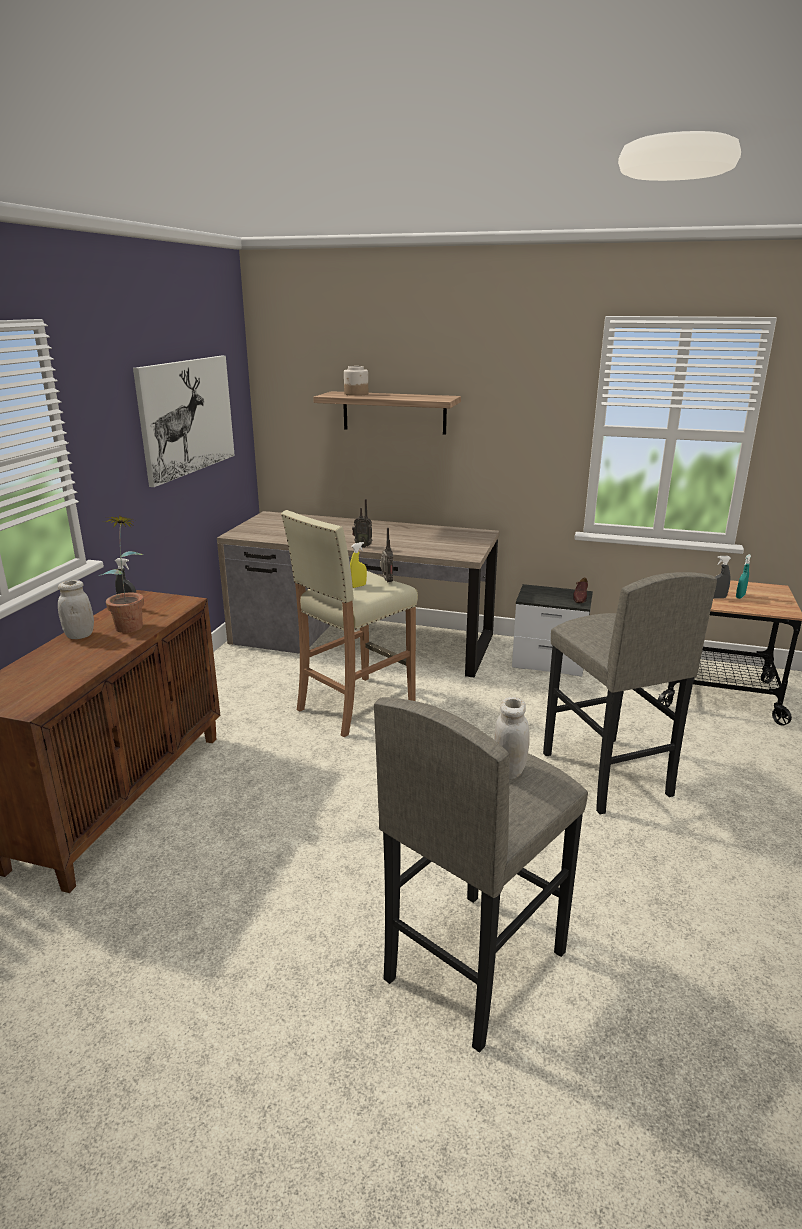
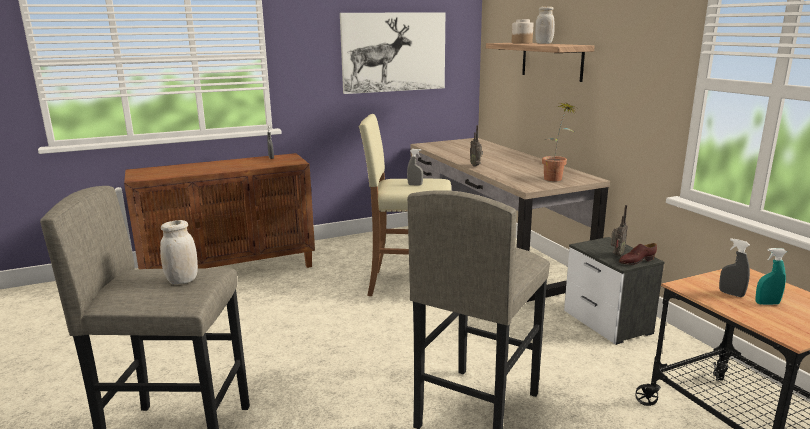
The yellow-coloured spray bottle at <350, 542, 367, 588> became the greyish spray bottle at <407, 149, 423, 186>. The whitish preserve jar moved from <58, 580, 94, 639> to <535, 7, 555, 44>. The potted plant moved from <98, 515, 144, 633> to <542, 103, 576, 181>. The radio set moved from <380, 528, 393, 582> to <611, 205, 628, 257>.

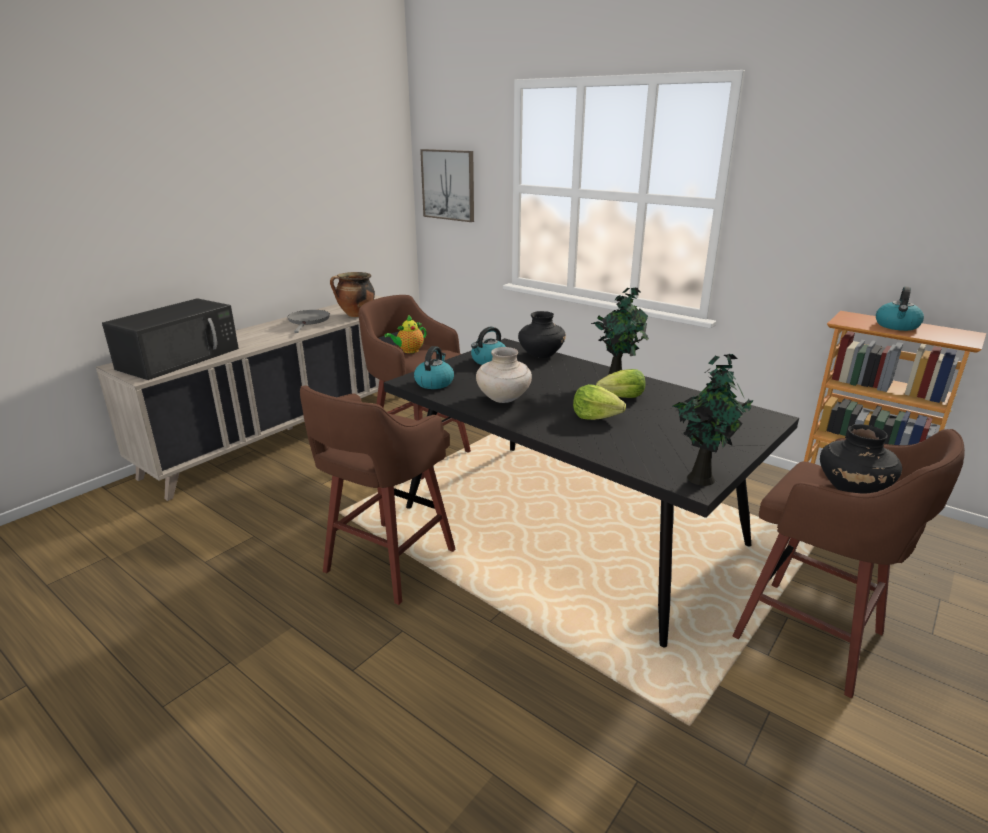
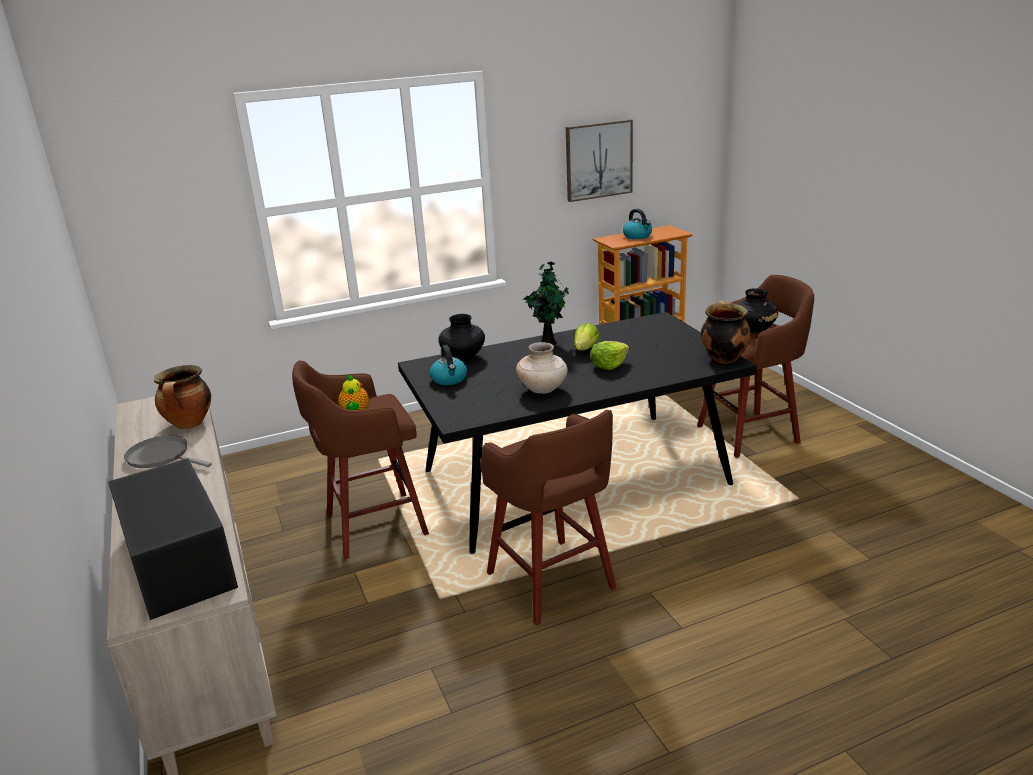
The picture moved from <420, 149, 474, 222> to <566, 119, 633, 202>. The potted plant at <673, 353, 754, 486> was replaced by the stockpot at <701, 301, 751, 364>. The kettle at <414, 346, 454, 389> disappeared.

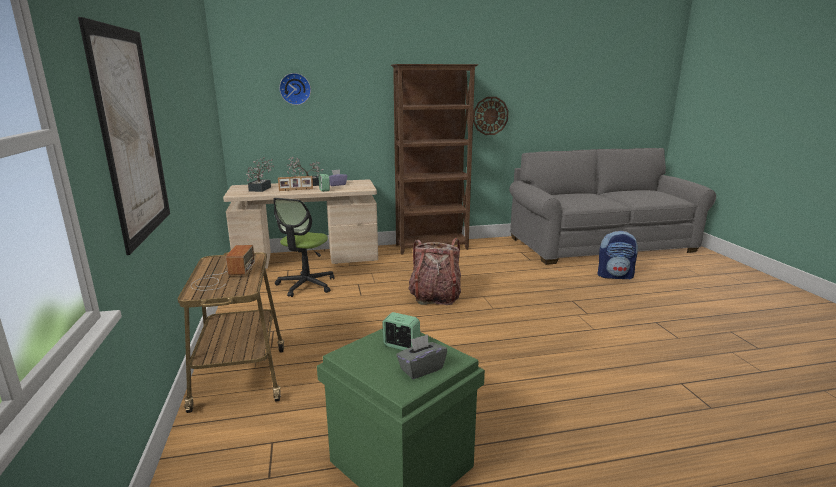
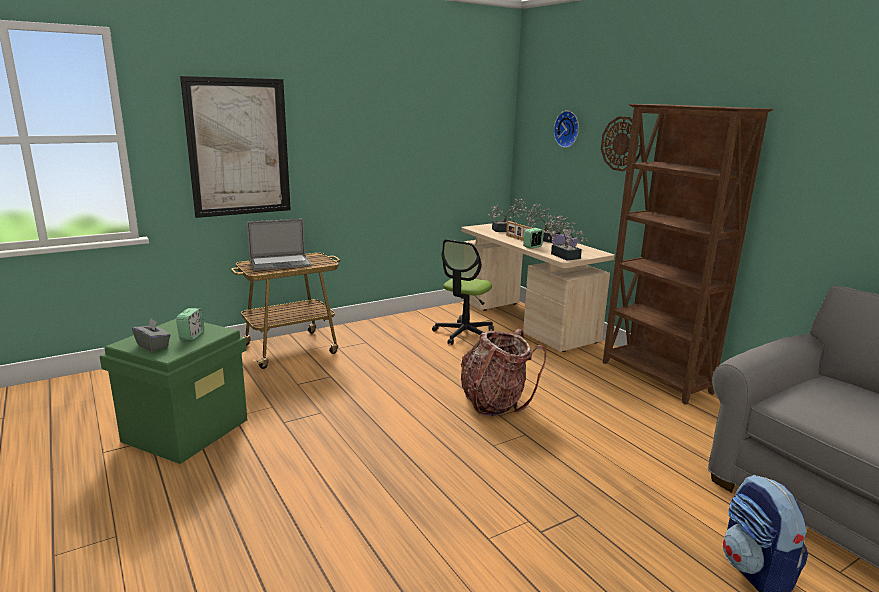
The radio set at <191, 245, 255, 291> was replaced by the portable computer at <246, 219, 312, 271>. The desk chair at <273, 198, 334, 297> turned 60 degrees counterclockwise. The potted plant at <545, 216, 588, 260> appeared. The wall clock moved from <473, 97, 509, 135> to <601, 116, 641, 171>.

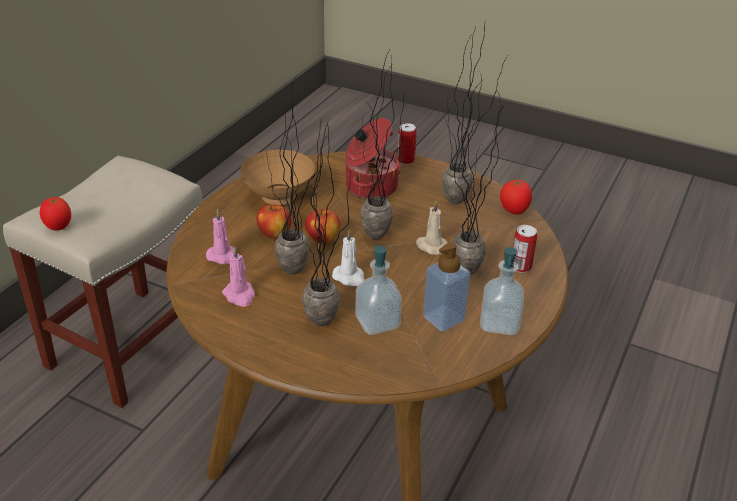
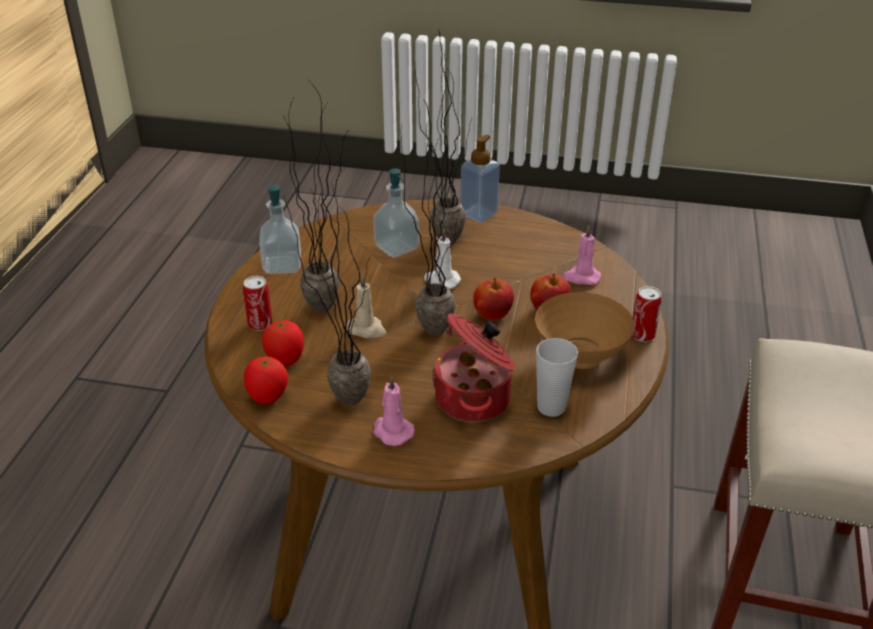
The fresh tomato moved from <40, 197, 71, 230> to <262, 319, 304, 366>. The pink wax candle moved from <222, 247, 255, 307> to <373, 375, 415, 446>. The soap bottle moved from <423, 242, 471, 332> to <460, 135, 500, 223>. The cup at <536, 338, 578, 417> appeared. The can moved from <397, 123, 417, 165> to <632, 286, 662, 342>. The potted plant at <266, 77, 321, 275> disappeared.

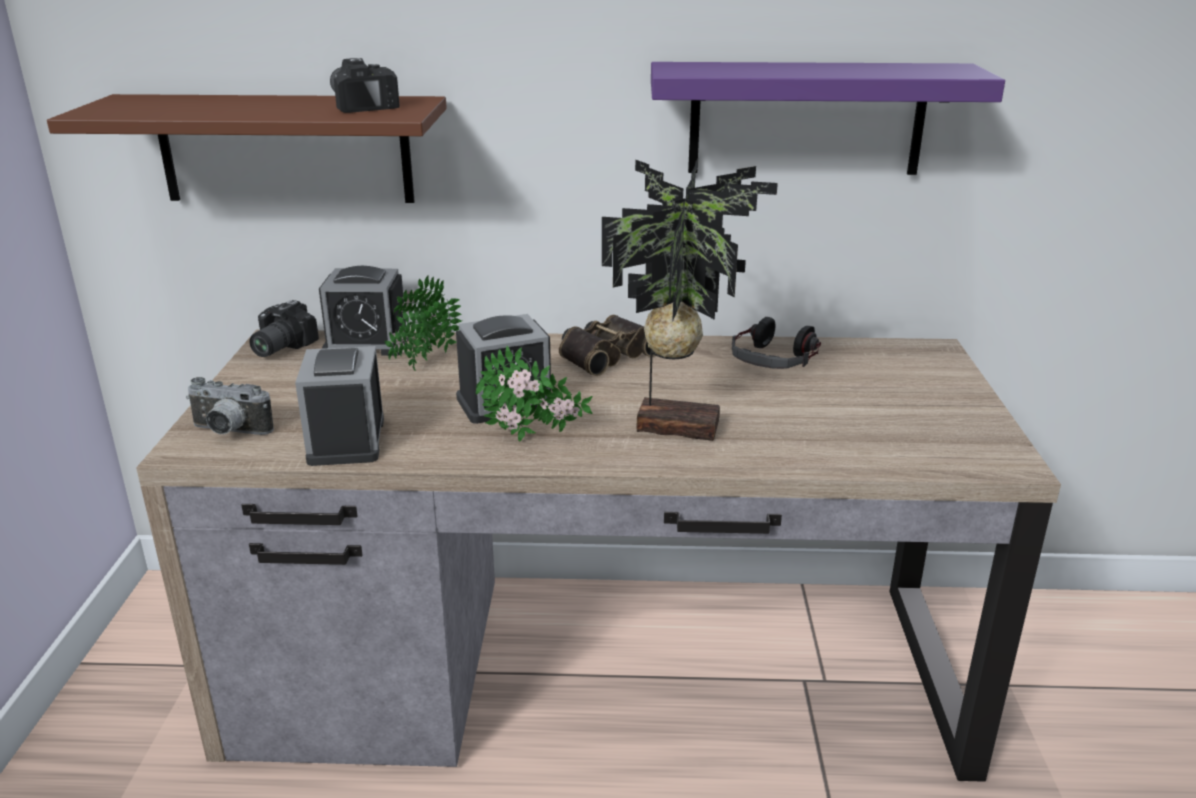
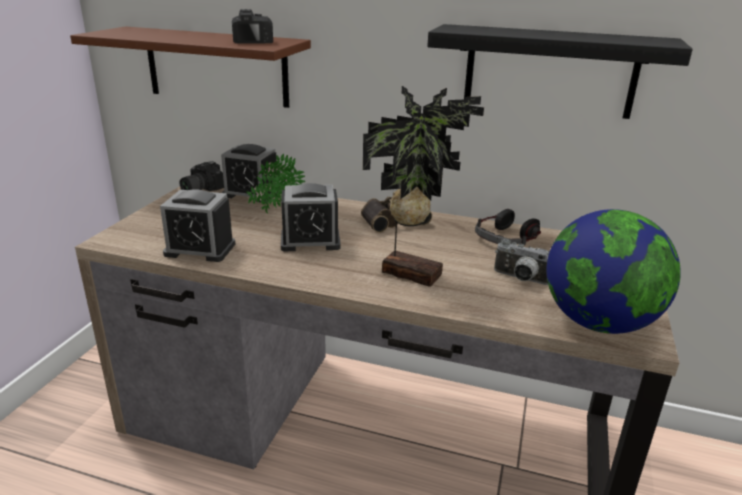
The table clock at <295, 346, 384, 466> turned 90 degrees counterclockwise. The purplish shelf at <651, 62, 1005, 175> became the black-coloured shelf at <427, 24, 693, 119>. The still camera moved from <186, 377, 274, 435> to <494, 239, 550, 285>. The world globe at <546, 209, 681, 334> appeared. The potted plant at <476, 345, 592, 442> disappeared.

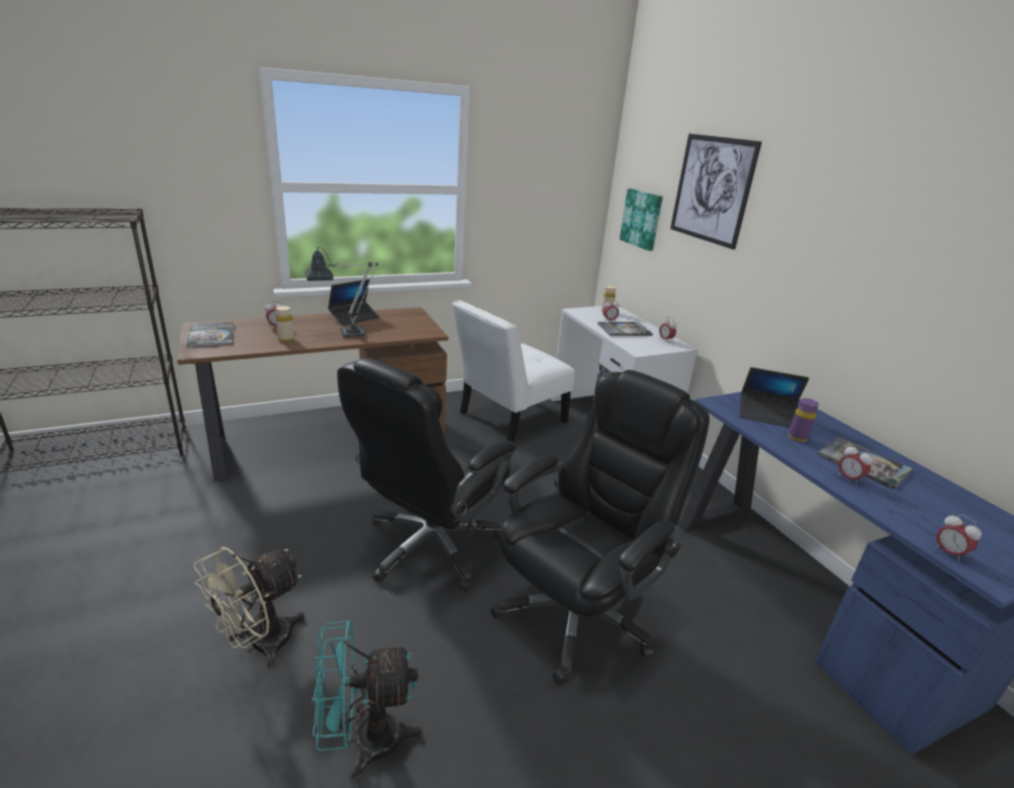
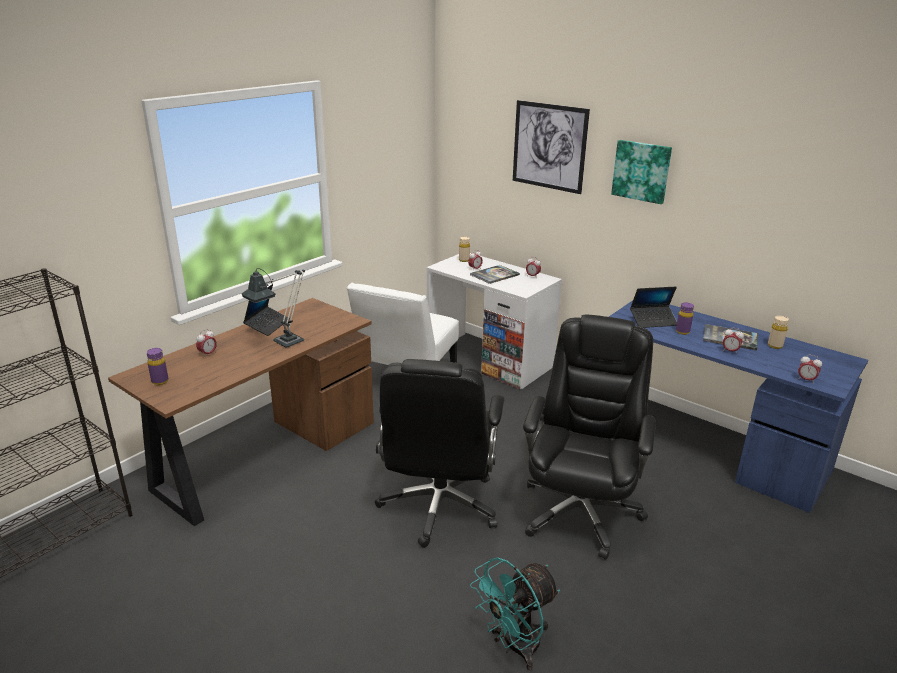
The bound book at <186, 322, 234, 348> was replaced by the purplish bottle at <147, 348, 169, 385>. The picture moved from <620, 188, 663, 251> to <611, 140, 672, 204>. The beige-coloured bottle moved from <276, 306, 294, 342> to <768, 316, 789, 349>. The beige-coloured fan at <194, 546, 304, 668> disappeared.

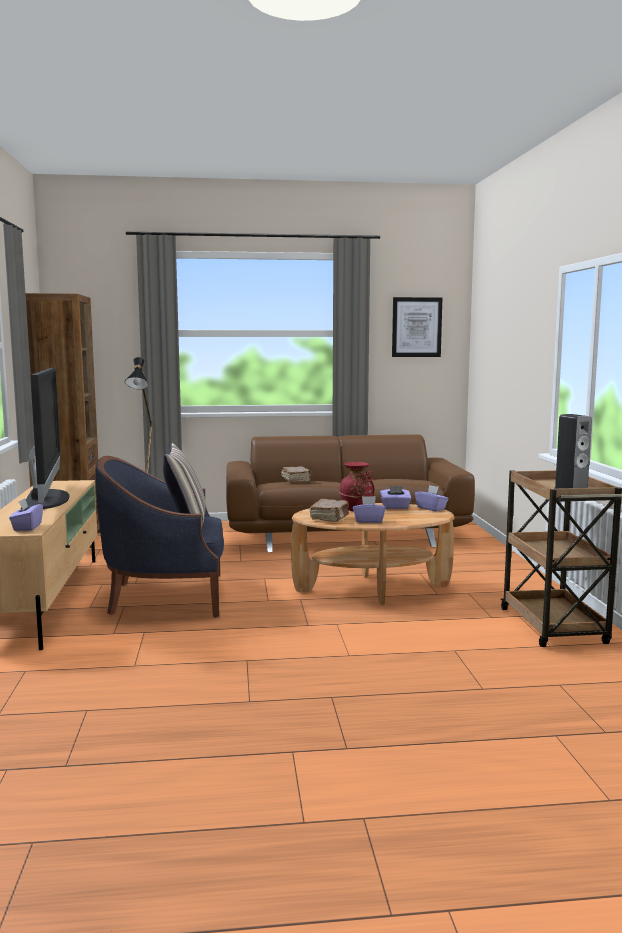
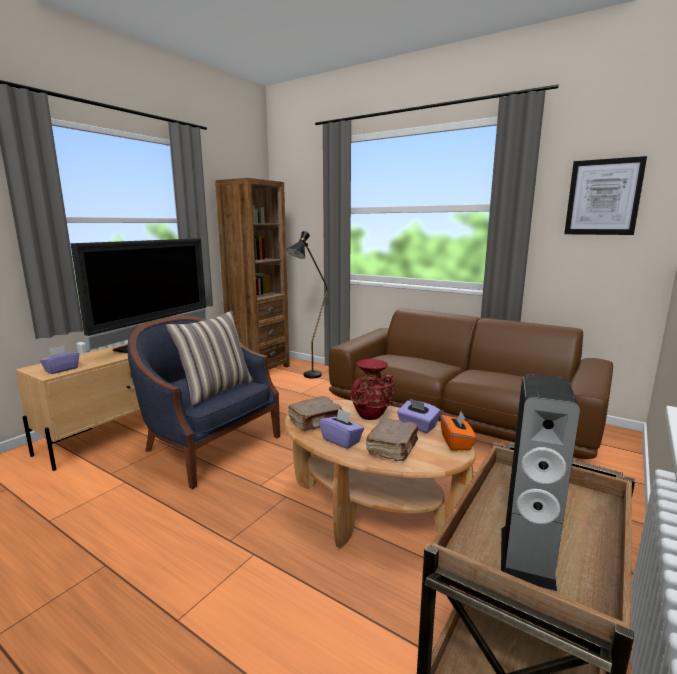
The brown-coloured bound book moved from <281, 466, 312, 482> to <366, 418, 418, 461>. The purplish box of tissues at <415, 485, 448, 511> became the orange-coloured box of tissues at <441, 412, 476, 450>.

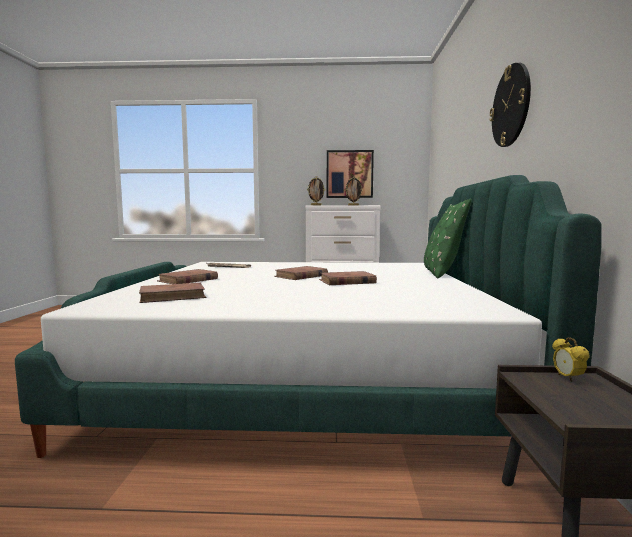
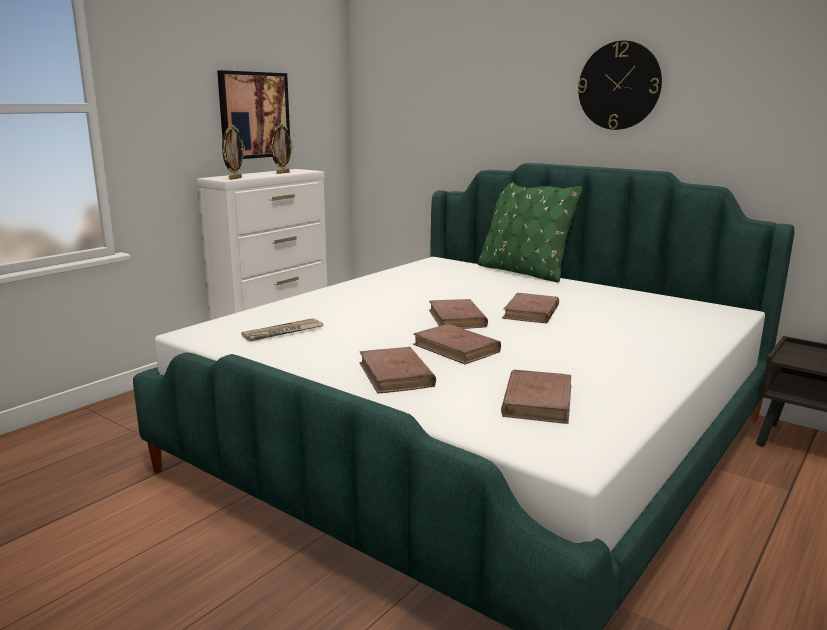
The brown-coloured bound book at <413, 324, 501, 364> appeared. The table clock at <552, 337, 590, 382> disappeared.

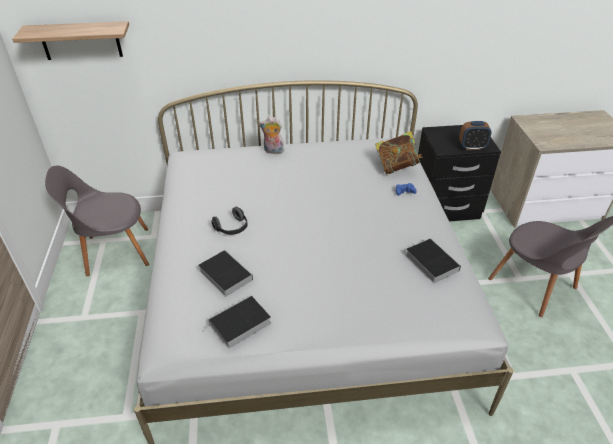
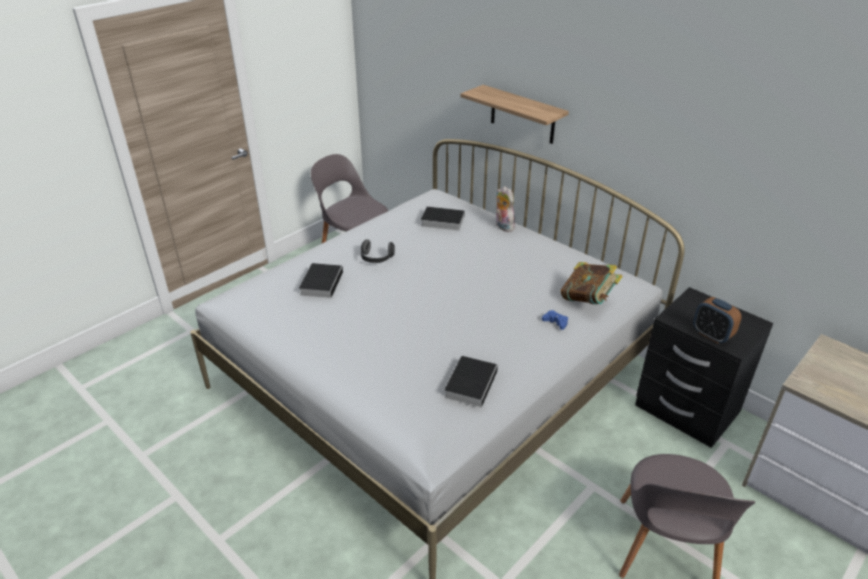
The bound book moved from <202, 296, 271, 348> to <420, 206, 465, 230>. The shelf moved from <12, 21, 129, 60> to <460, 85, 569, 144>.

